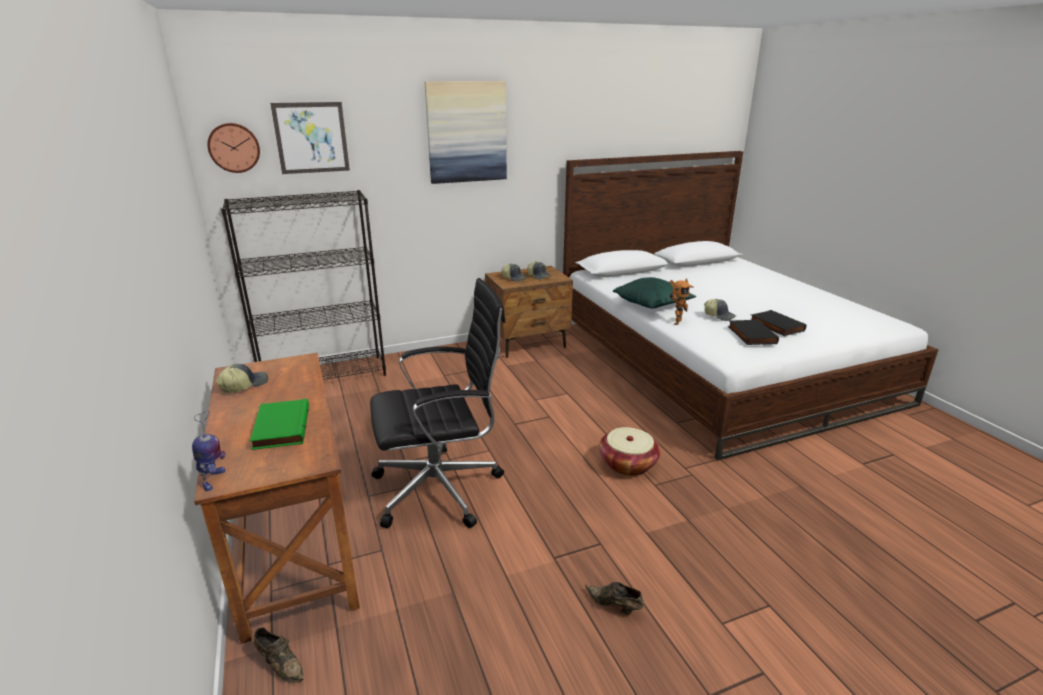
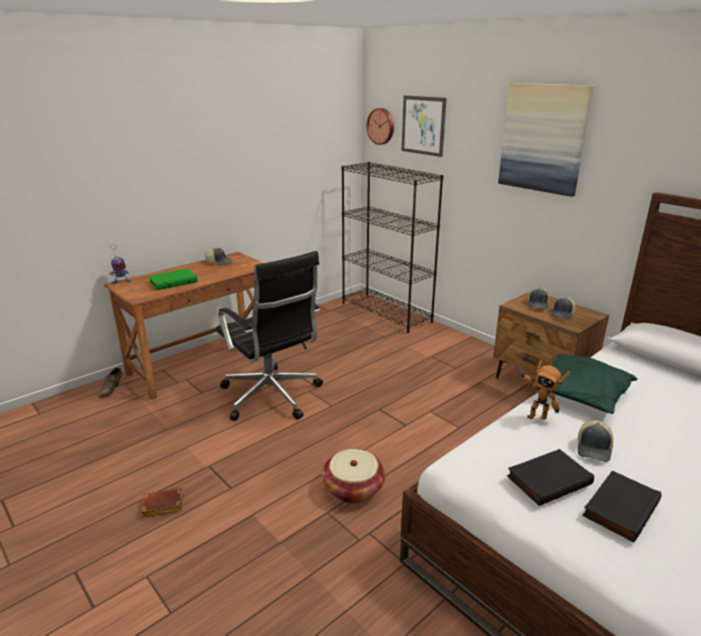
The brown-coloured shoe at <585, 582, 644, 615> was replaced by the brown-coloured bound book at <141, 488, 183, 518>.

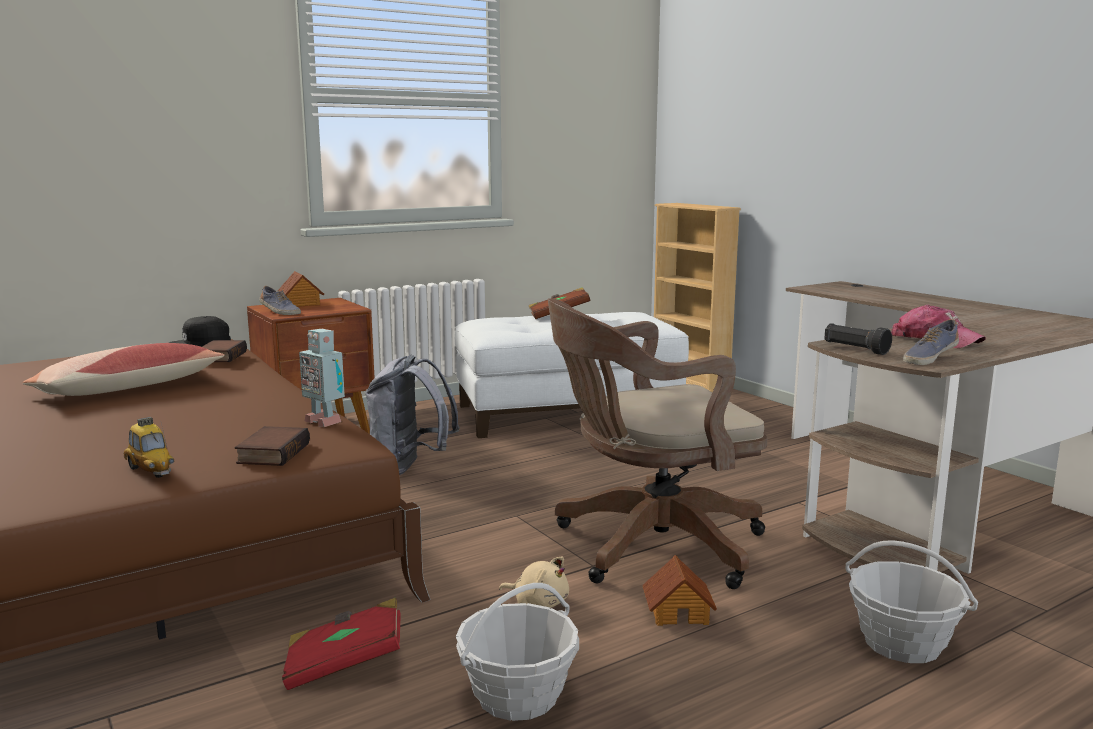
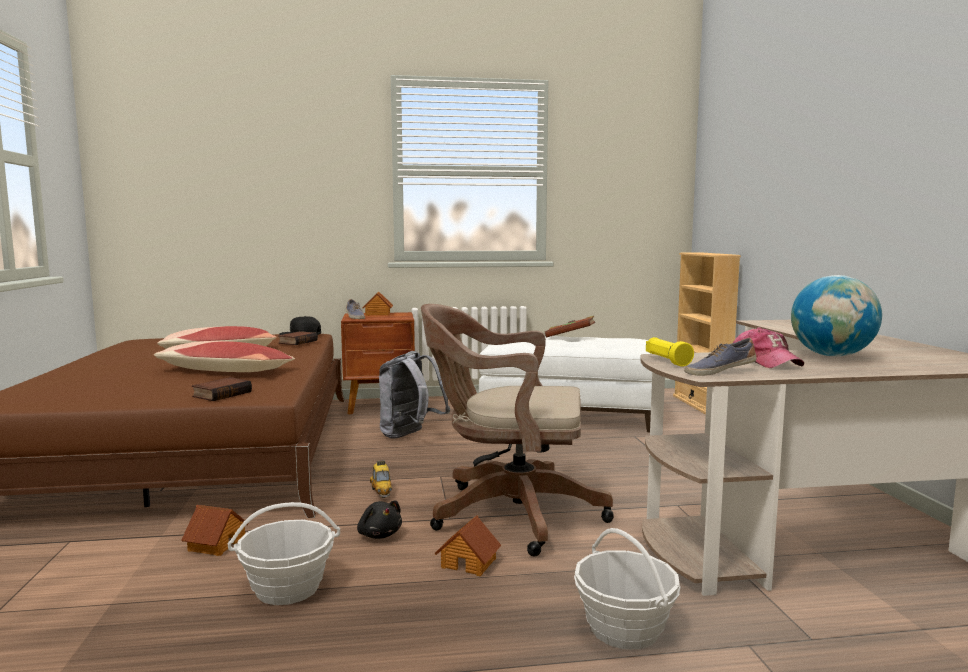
The pillow at <154, 341, 295, 372> appeared. The red bound book at <282, 598, 401, 690> was replaced by the toy house at <181, 505, 249, 556>. The beige-coloured cuddly toy at <499, 556, 569, 608> became the black-coloured cuddly toy at <357, 501, 402, 539>. The model car moved from <123, 417, 174, 478> to <370, 460, 392, 498>. The black-coloured hand torch at <824, 323, 892, 355> became the yellow-coloured hand torch at <646, 337, 694, 367>. The world globe at <791, 275, 882, 357> appeared. The model robot at <299, 329, 345, 427> disappeared.

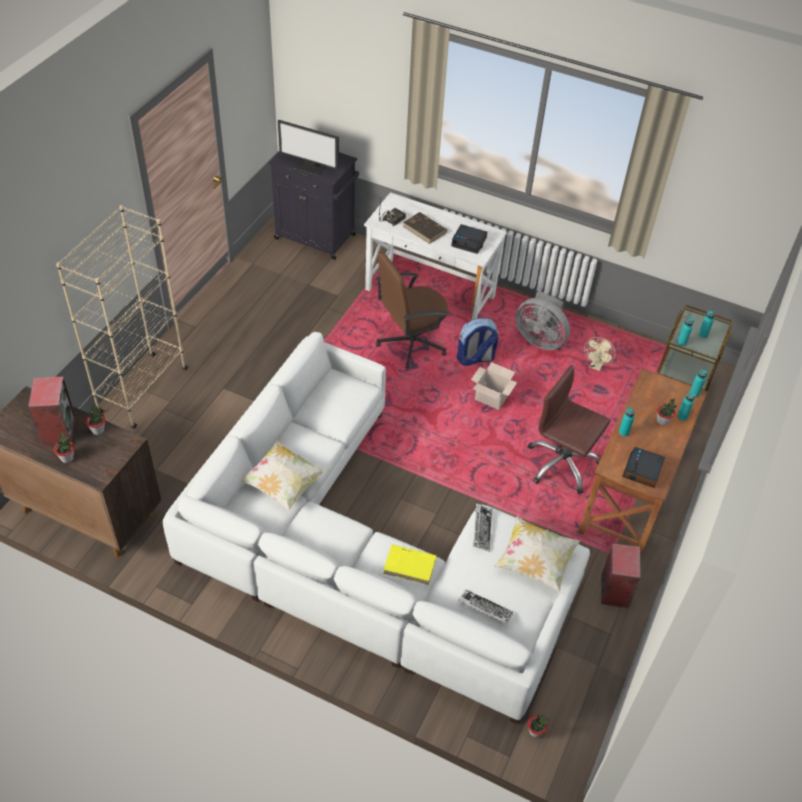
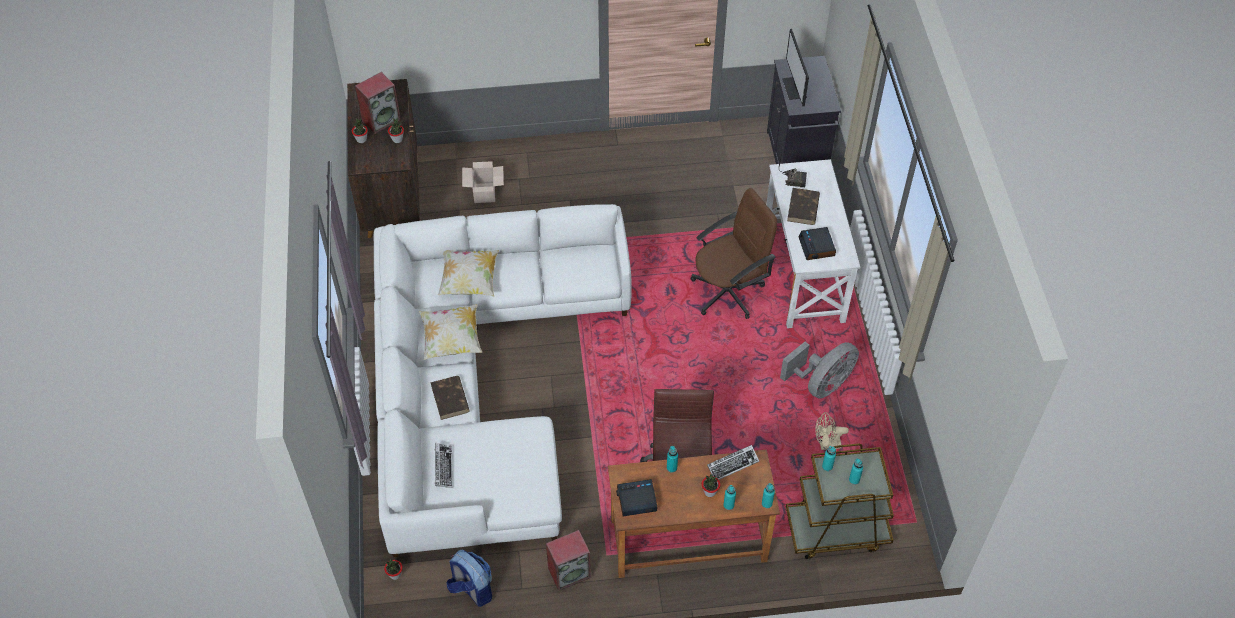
The pillow moved from <494, 516, 580, 592> to <419, 304, 482, 360>. The yellow-coloured bound book at <383, 544, 437, 585> became the brown-coloured bound book at <430, 376, 470, 420>. The knapsack moved from <457, 318, 498, 366> to <446, 550, 492, 607>. The packing box moved from <471, 362, 517, 410> to <462, 161, 504, 203>. The brown-coloured desk chair at <376, 252, 448, 369> turned 120 degrees clockwise. The keyboard moved from <473, 504, 492, 552> to <707, 445, 759, 480>. The greyish fan at <515, 290, 570, 350> turned 135 degrees counterclockwise. The beige-coloured shelving unit at <56, 205, 188, 429> disappeared.

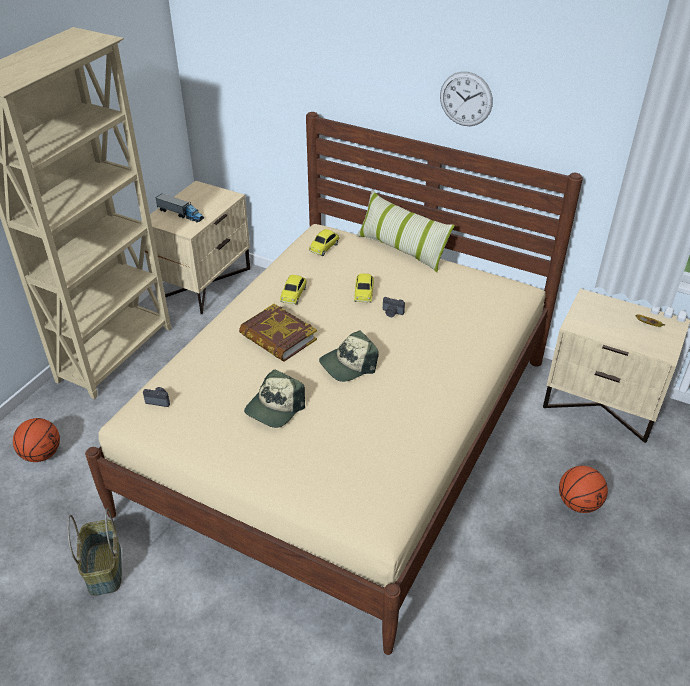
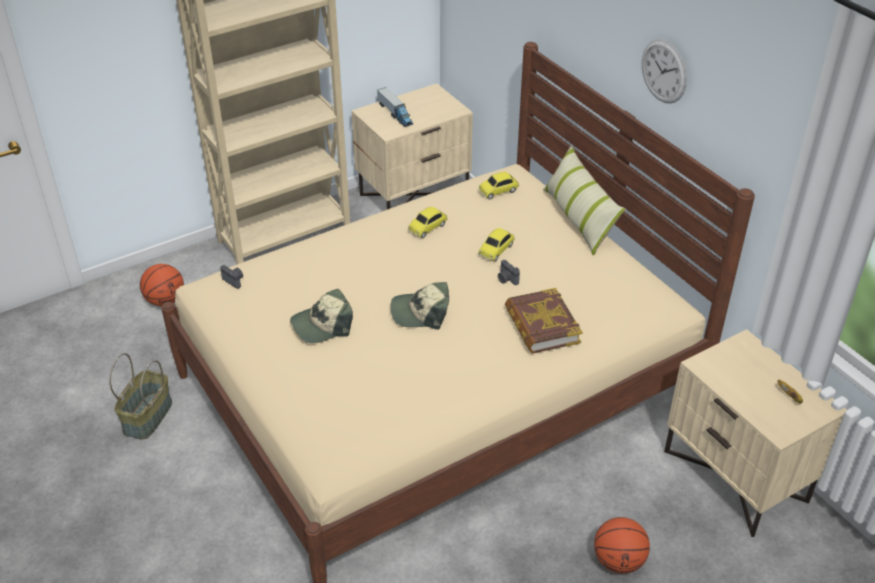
The bound book moved from <239, 304, 317, 362> to <505, 288, 583, 354>.

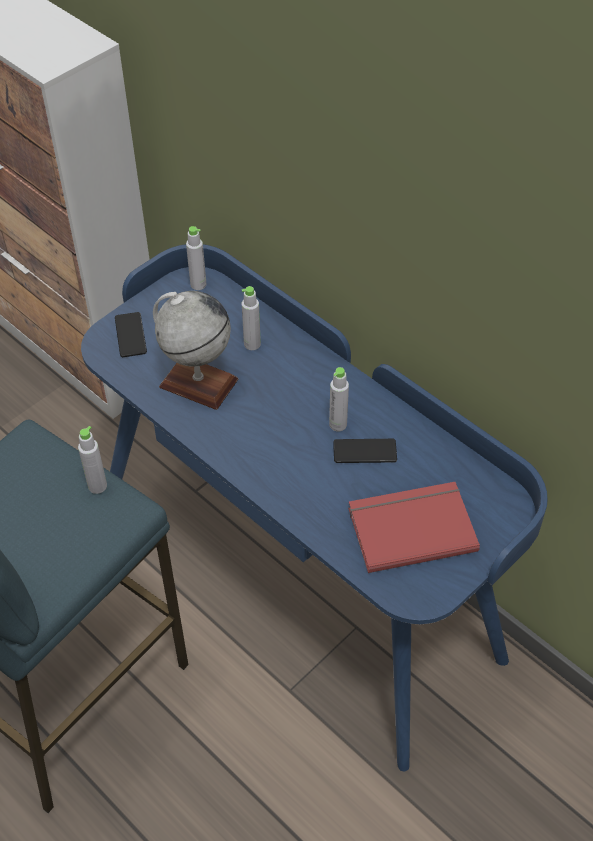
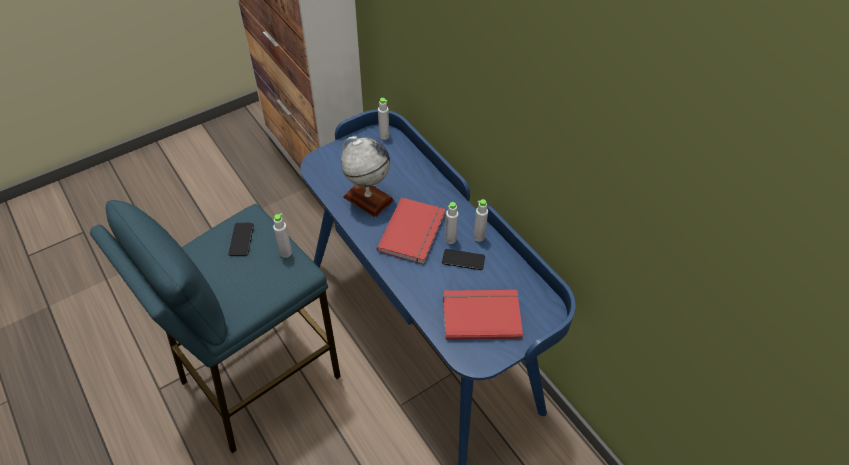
The telephone moved from <115, 312, 147, 357> to <228, 223, 254, 256>. The red bound book at <377, 197, 445, 264> appeared. The greyish bottle moved from <242, 286, 261, 350> to <473, 199, 488, 242>.

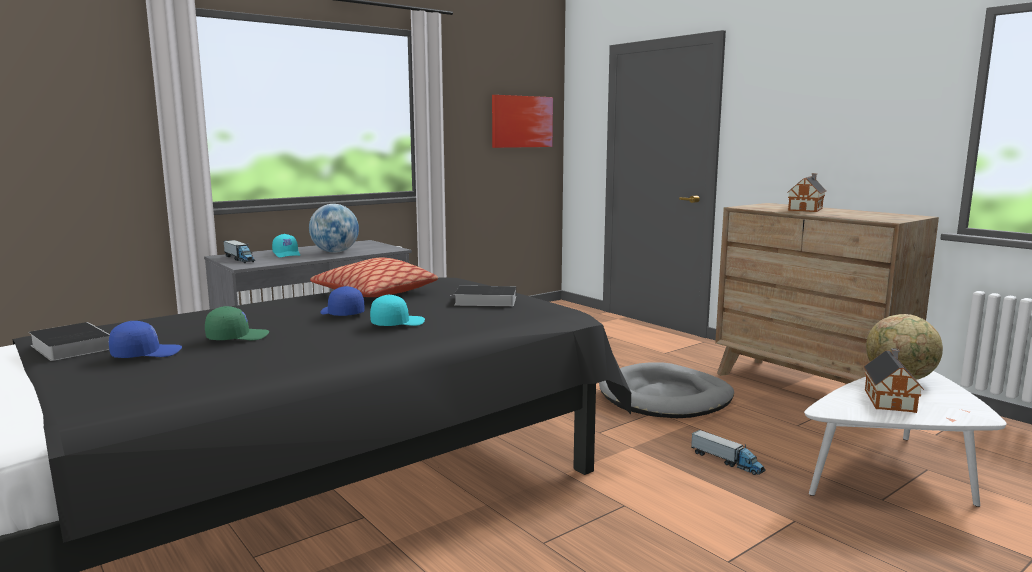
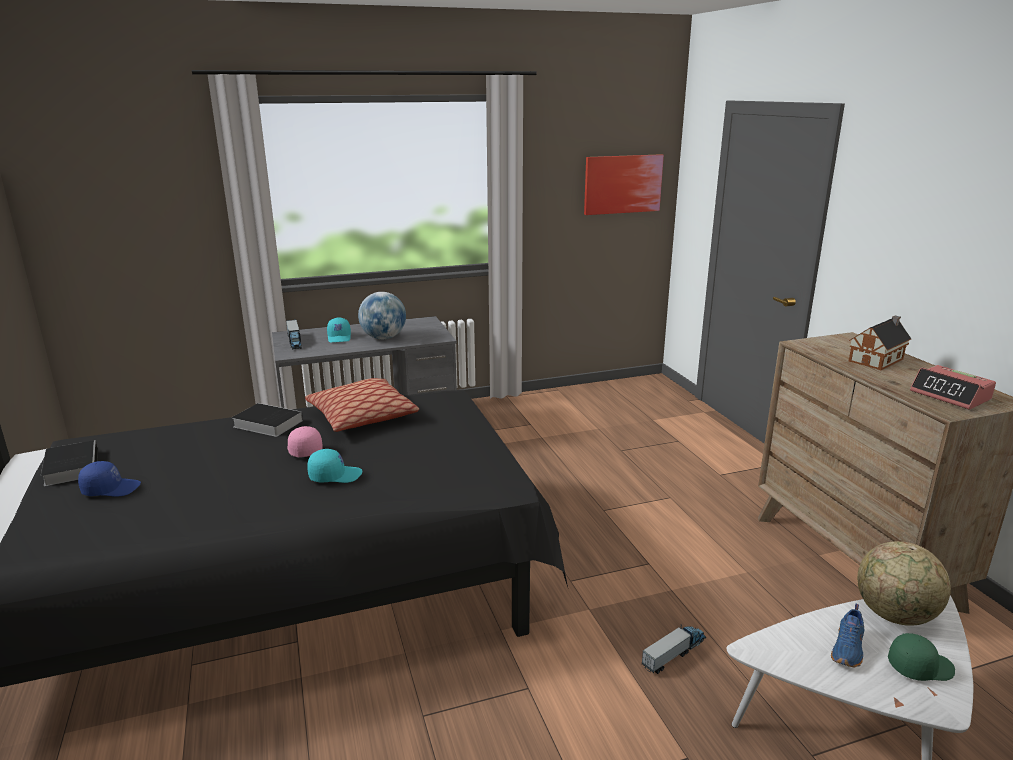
The bound book moved from <450, 286, 516, 306> to <232, 403, 303, 437>. The blue-coloured baseball cap at <320, 286, 365, 316> became the pink baseball cap at <287, 426, 323, 457>. The toy lorry at <691, 430, 766, 475> turned 105 degrees counterclockwise. The toy house at <864, 348, 924, 413> was replaced by the blue-coloured shoe at <831, 604, 864, 668>. The green-coloured baseball cap moved from <205, 306, 269, 340> to <888, 633, 955, 681>. The table clock at <910, 365, 996, 410> appeared. The greyish pet bed at <599, 362, 734, 418> disappeared.

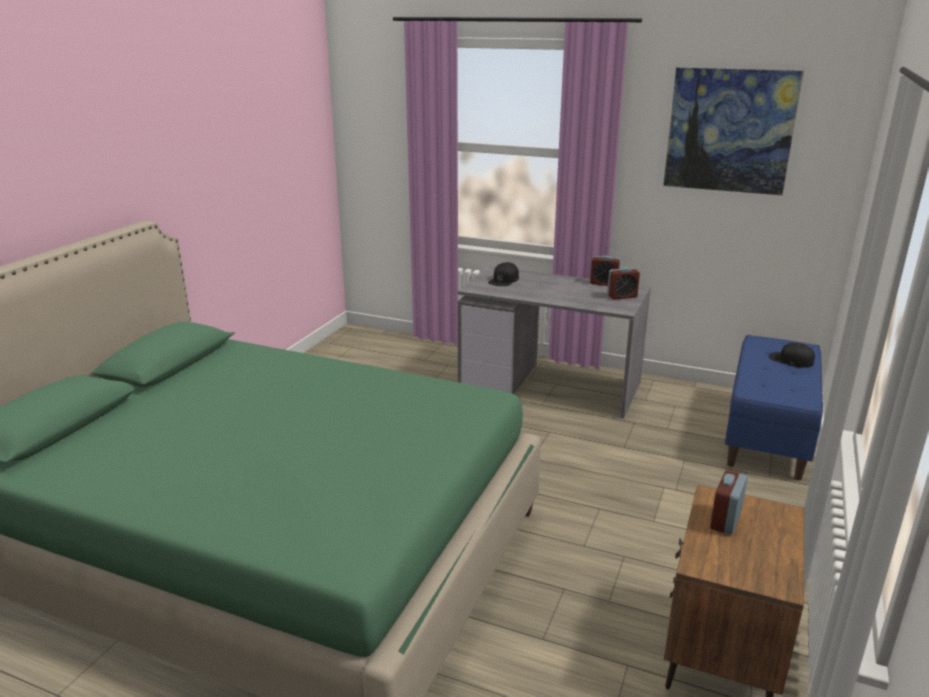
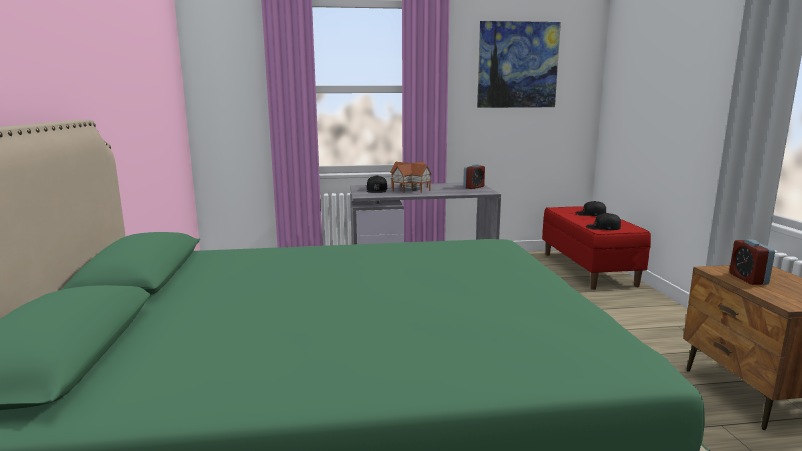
The toy house at <390, 161, 432, 193> appeared. The blue-coloured long seat at <725, 335, 823, 480> became the red long seat at <542, 206, 651, 290>. The black-coloured baseball cap at <586, 213, 621, 230> appeared. The table clock at <590, 255, 620, 286> disappeared.

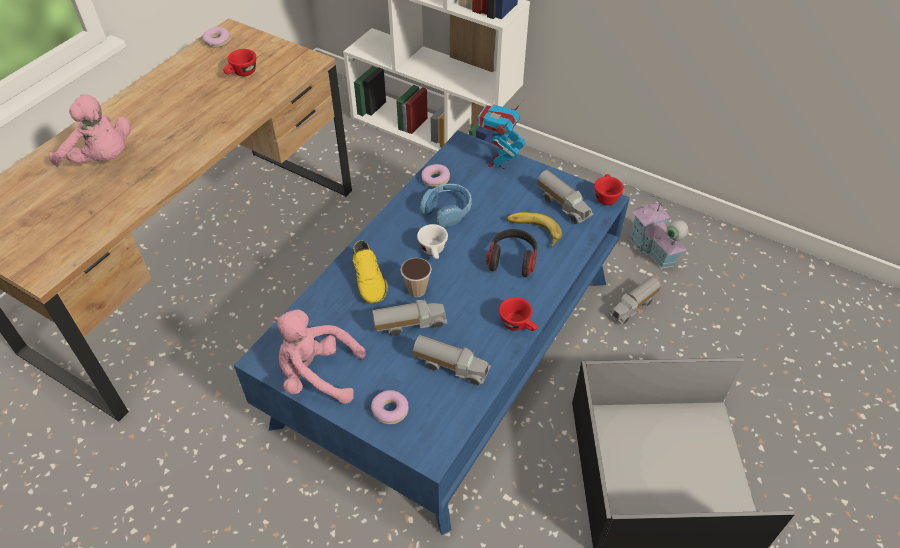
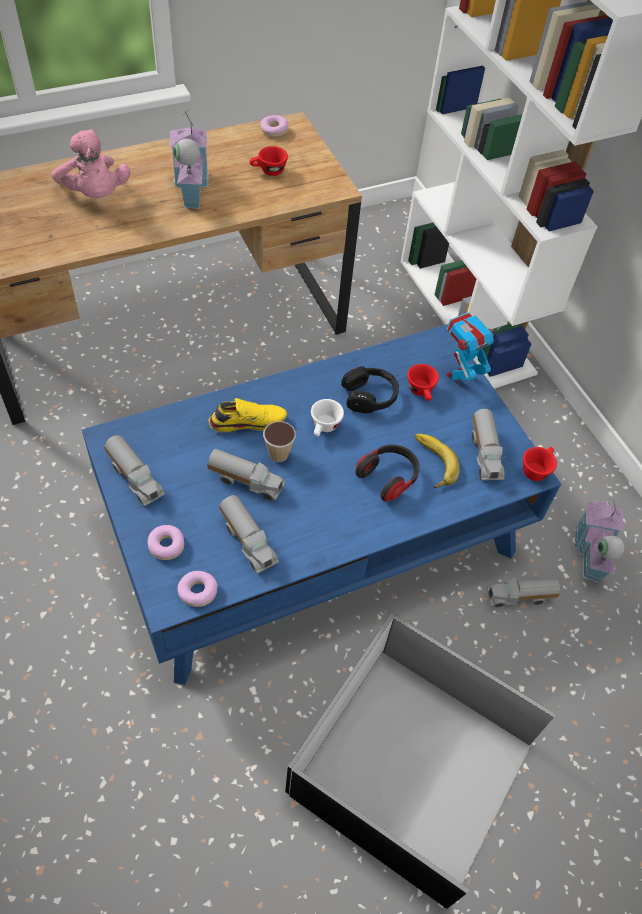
The pink cuddly toy at <273, 310, 366, 404> was replaced by the toy lorry at <104, 435, 165, 507>. The toy house at <169, 111, 209, 209> appeared. The donut moved from <422, 164, 450, 187> to <177, 571, 218, 607>. The yellow-coloured shoe at <353, 240, 388, 304> turned 120 degrees counterclockwise. The blue-coloured pair of headphones at <420, 184, 472, 228> became the black-coloured pair of headphones at <341, 366, 399, 414>. The red cup moved from <499, 297, 538, 331> to <407, 364, 439, 401>.

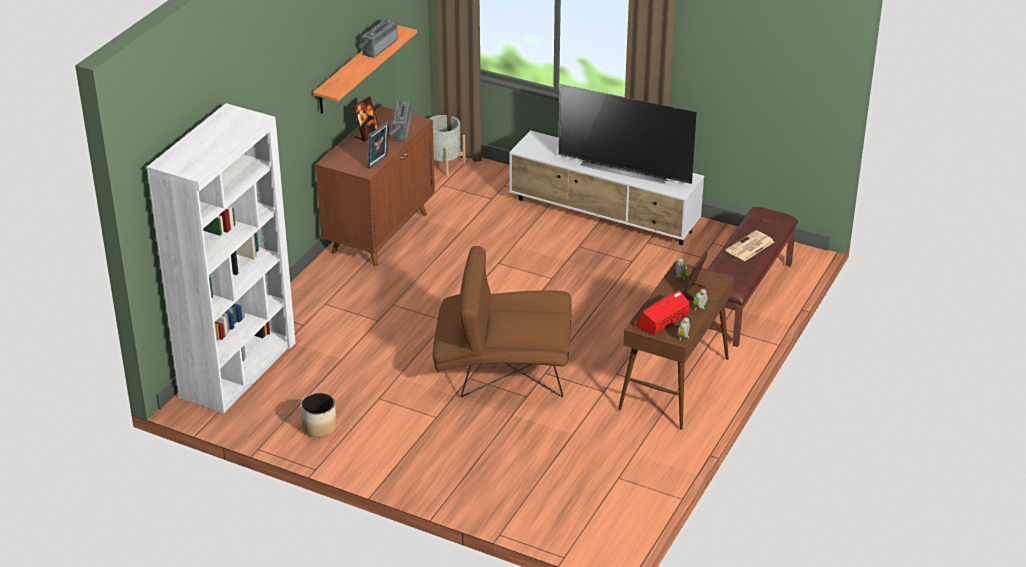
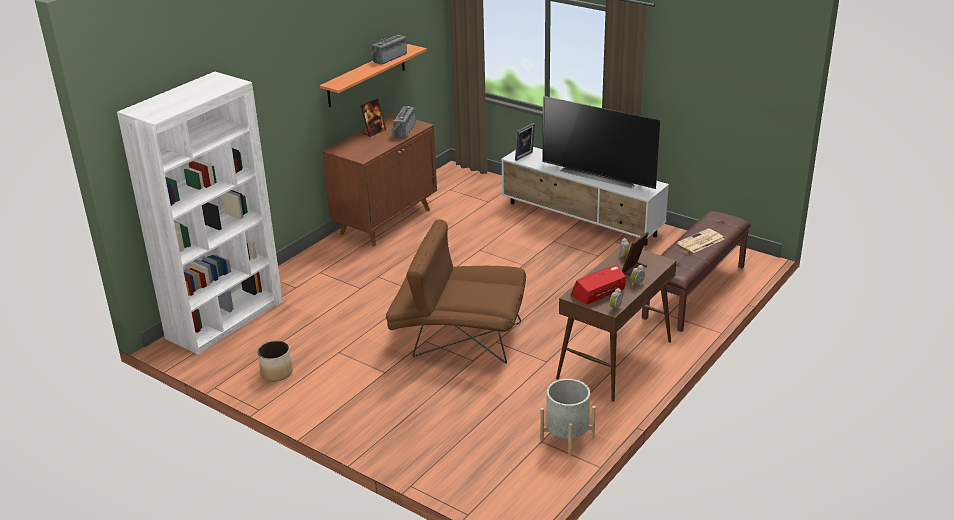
The picture frame moved from <367, 122, 389, 169> to <515, 123, 535, 161>. The greyish plant pot moved from <429, 115, 466, 176> to <540, 379, 596, 457>.

